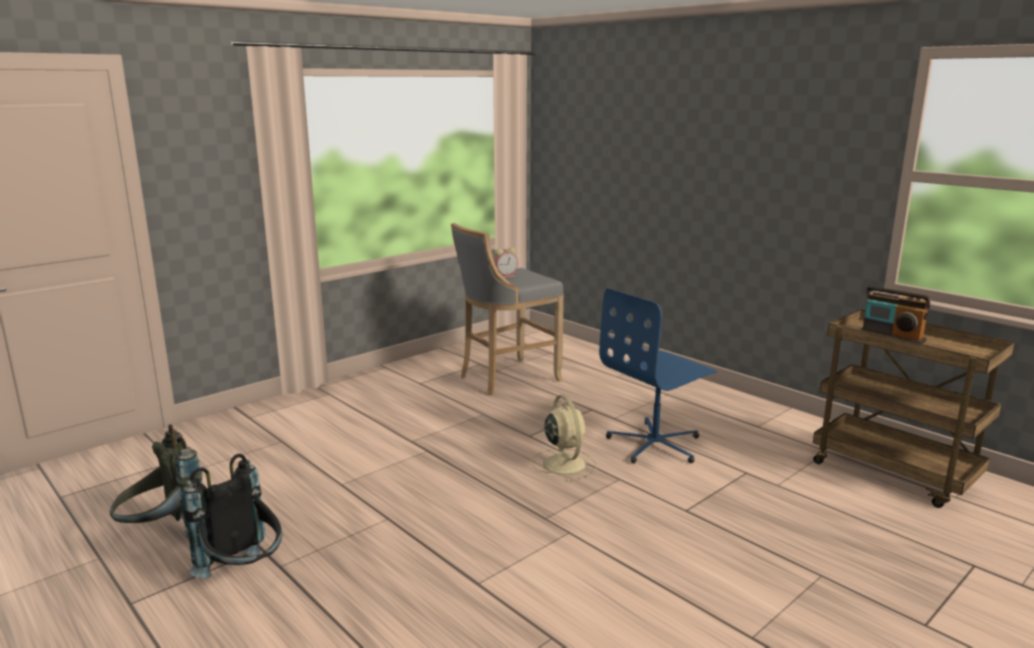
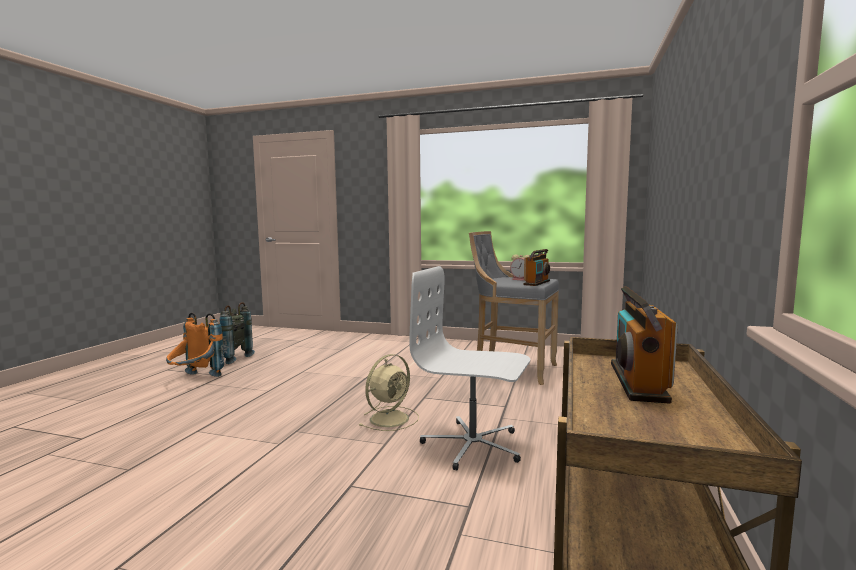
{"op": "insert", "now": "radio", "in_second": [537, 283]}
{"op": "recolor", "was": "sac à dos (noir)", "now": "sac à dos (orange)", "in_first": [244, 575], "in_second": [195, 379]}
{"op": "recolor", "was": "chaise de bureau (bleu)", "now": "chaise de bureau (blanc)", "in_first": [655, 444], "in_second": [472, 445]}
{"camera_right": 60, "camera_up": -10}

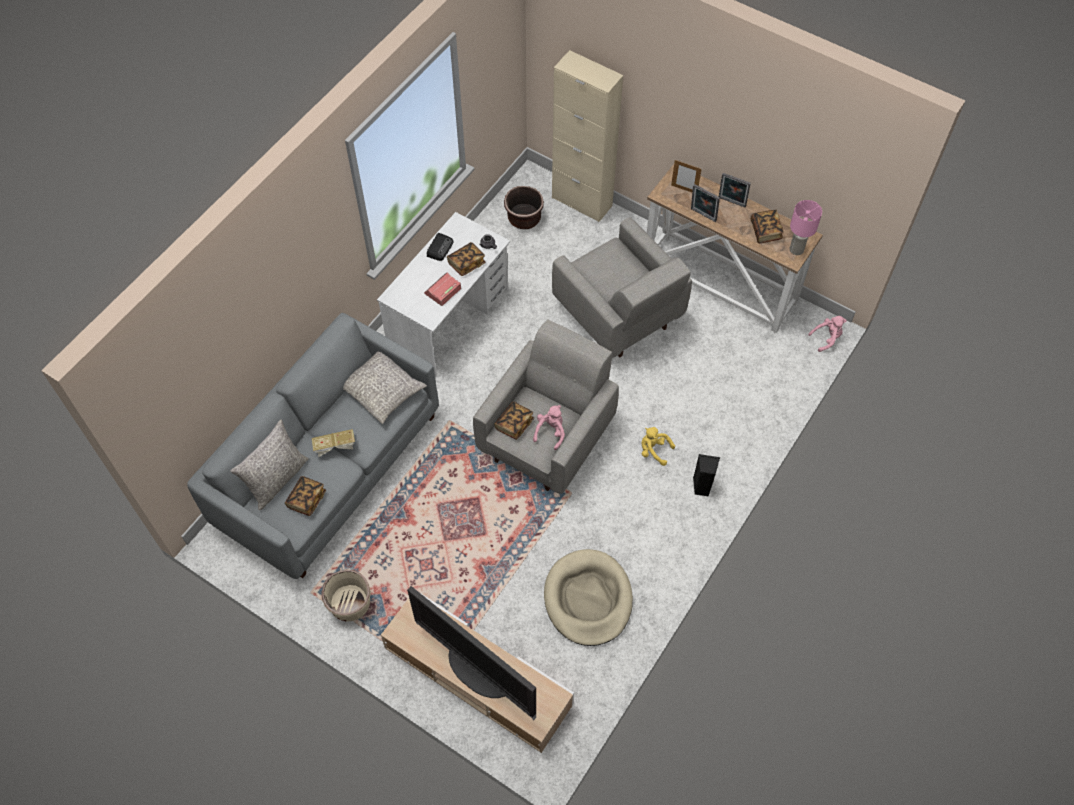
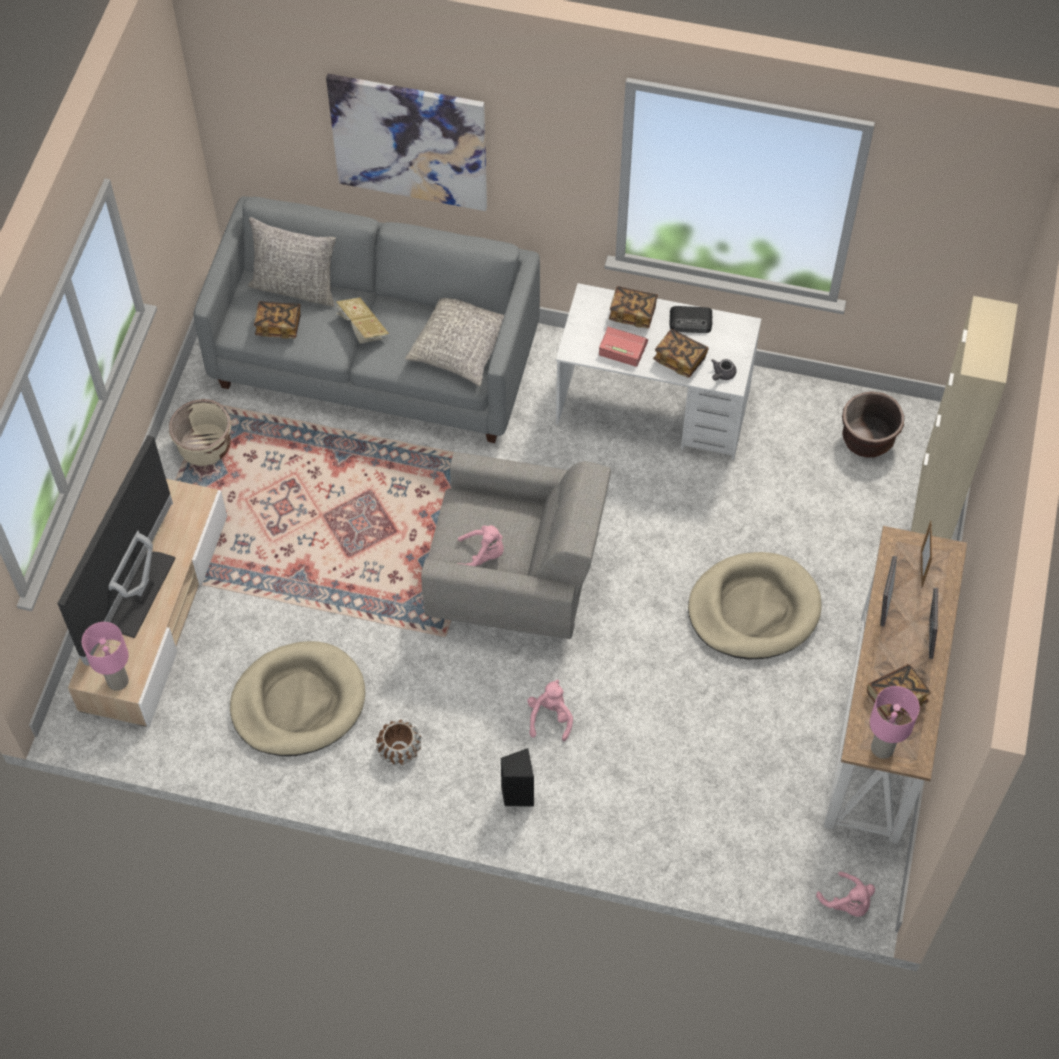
{"op": "insert", "now": "lampe de table (rose)", "in_second": [118, 681]}
{"op": "insert", "now": "tableau", "in_second": [409, 141]}
{"op": "insert", "now": "cache-pot (marron)", "in_second": [399, 749]}
{"op": "move", "was": "livre", "in_first": [514, 424], "in_second": [632, 313]}
{"op": "replace", "was": "fauteuil (gris)", "now": "panier pour chien (beige)", "in_first": [618, 316], "in_second": [753, 609]}
{"op": "recolor", "was": "peluche (jaune)", "now": "peluche (rose)", "in_first": [654, 450], "in_second": [550, 717]}
{"camera_right": 70, "camera_up": 0}

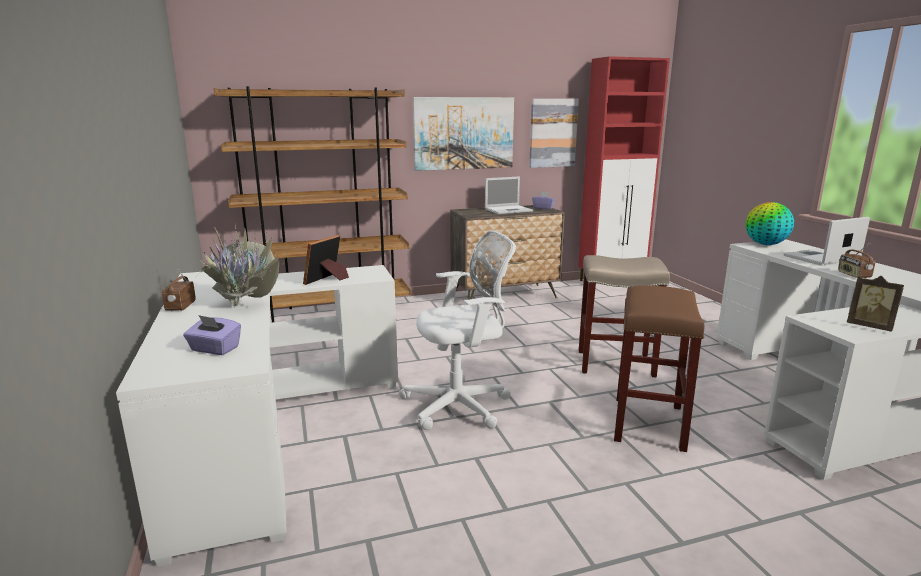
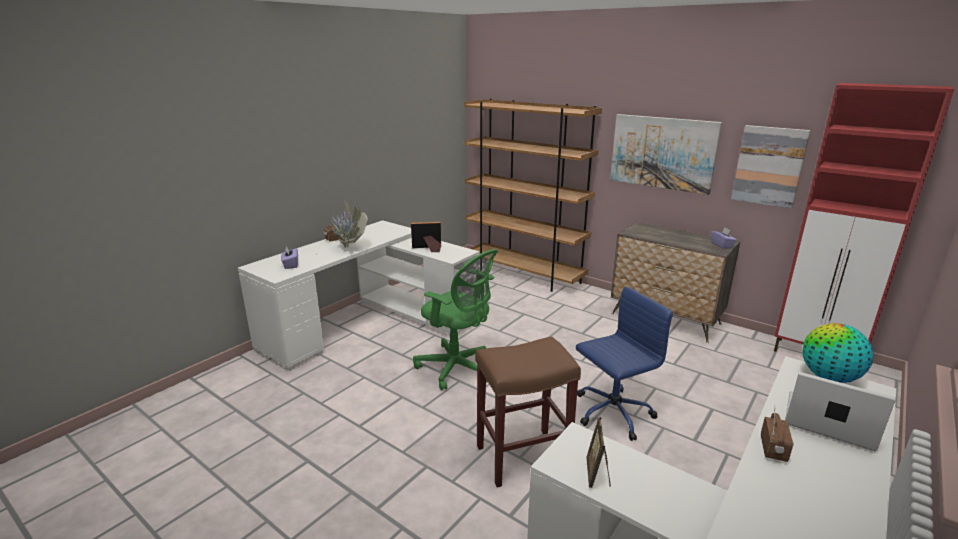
{"op": "delete", "was": "ordinateur portable", "in_first": [509, 210]}
{"op": "replace", "was": "tabouret (beige)", "now": "chaise de bureau (bleu)", "in_first": [616, 363], "in_second": [612, 413]}
{"op": "recolor", "was": "chaise de bureau (blanc)", "now": "chaise de bureau (vert)", "in_first": [461, 405], "in_second": [457, 368]}
{"op": "rotate", "was": "radio", "in_first": [853, 275], "in_second": [774, 449], "clockwise": 150}
{"camera_right": 55, "camera_up": 5}

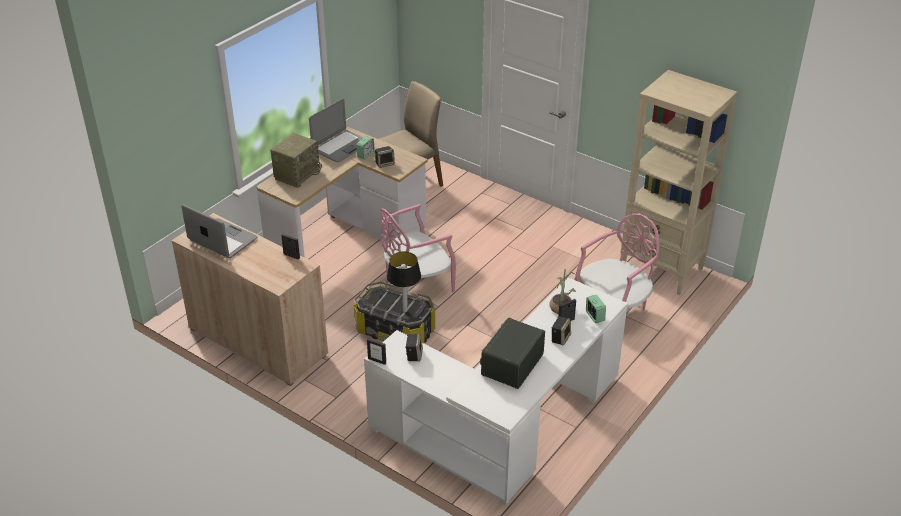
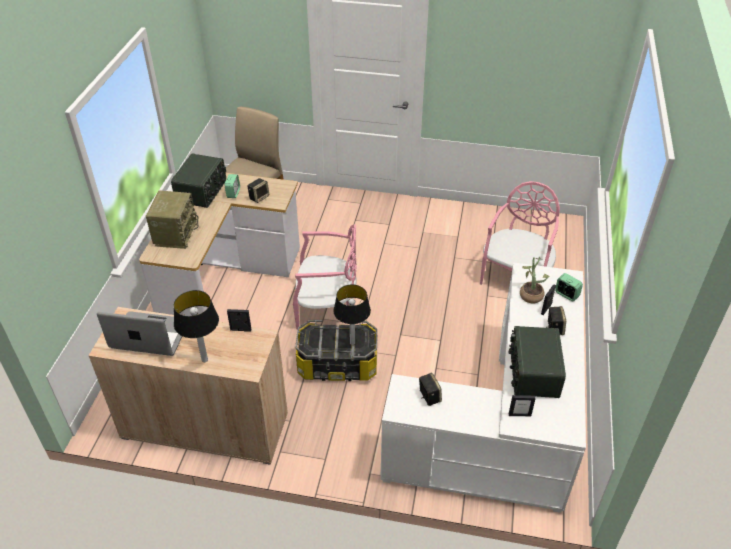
{"op": "delete", "was": "bibliothèque (beige)", "in_first": [662, 270]}
{"op": "insert", "now": "lampe de table", "in_second": [204, 360]}
{"op": "move", "was": "cadre photo", "in_first": [377, 360], "in_second": [519, 414]}
{"op": "replace", "was": "ordinateur portable", "now": "radio", "in_first": [341, 146], "in_second": [202, 191]}
{"op": "rotate", "was": "chaise (rose)", "in_first": [416, 284], "in_second": [326, 308], "clockwise": -120}
{"camera_right": -25, "camera_up": 5}

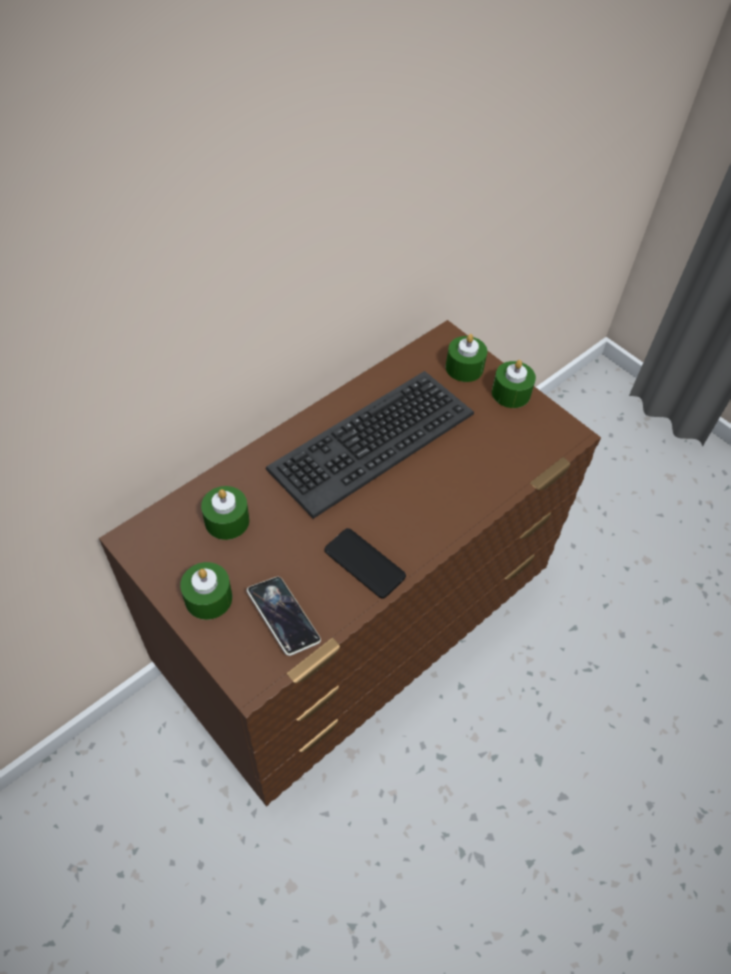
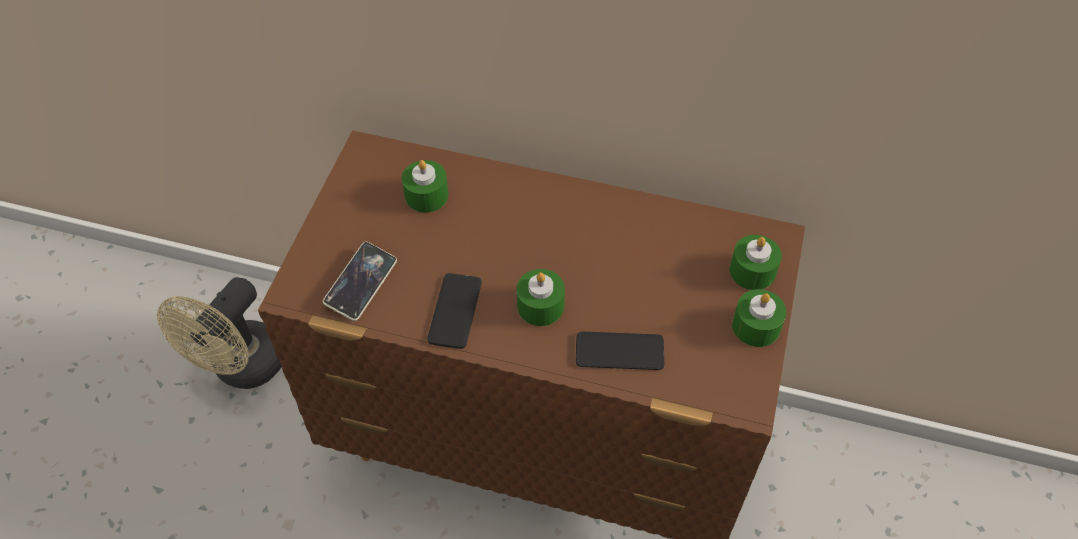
{"op": "delete", "was": "clavier", "in_first": [371, 440]}
{"op": "insert", "now": "ventilateur (beige)", "in_second": [242, 369]}
{"op": "insert", "now": "téléphone", "in_second": [619, 351]}
{"op": "move", "was": "bougie (vert)", "in_first": [208, 598], "in_second": [540, 306]}
{"camera_right": 60, "camera_up": 0}

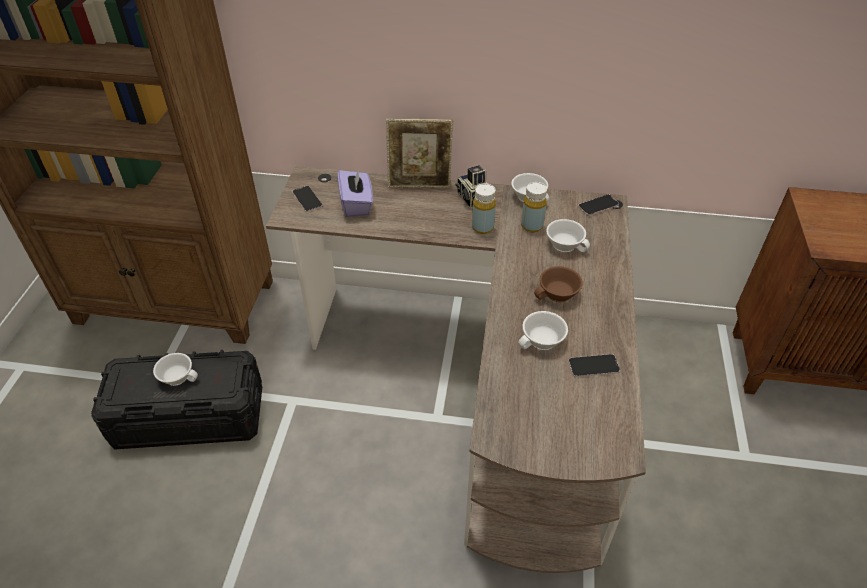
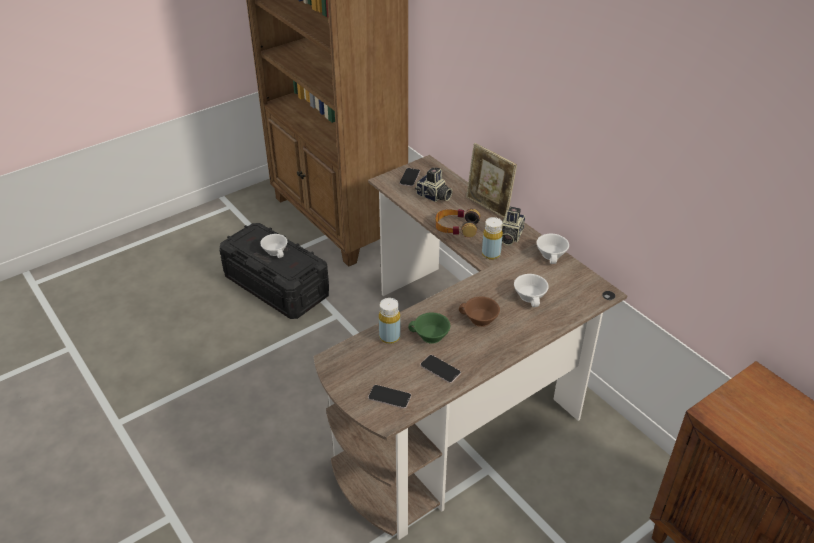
{"op": "insert", "now": "casque audio", "in_second": [456, 227]}
{"op": "move", "was": "bouteille (jaune)", "in_first": [531, 226], "in_second": [389, 337]}
{"op": "move", "was": "téléphone", "in_first": [598, 205], "in_second": [389, 397]}
{"op": "replace", "was": "boîte à mouchoirs (violet)", "now": "appareil photo", "in_first": [356, 204], "in_second": [433, 196]}
{"op": "recolor", "was": "tasse (blanc)", "now": "tasse (vert)", "in_first": [542, 342], "in_second": [430, 336]}
{"camera_right": 45, "camera_up": -5}

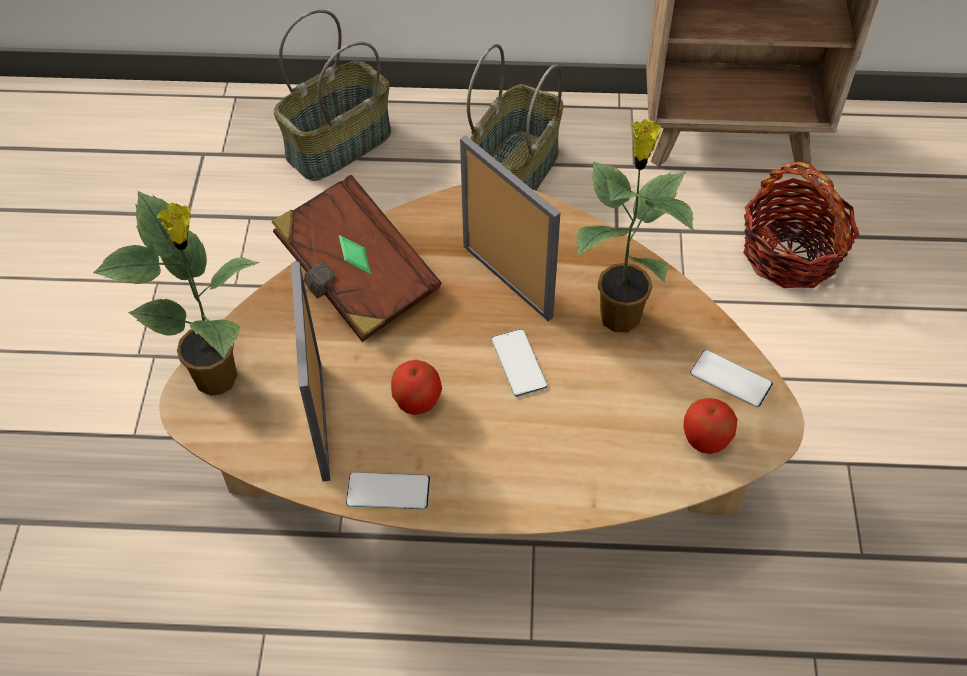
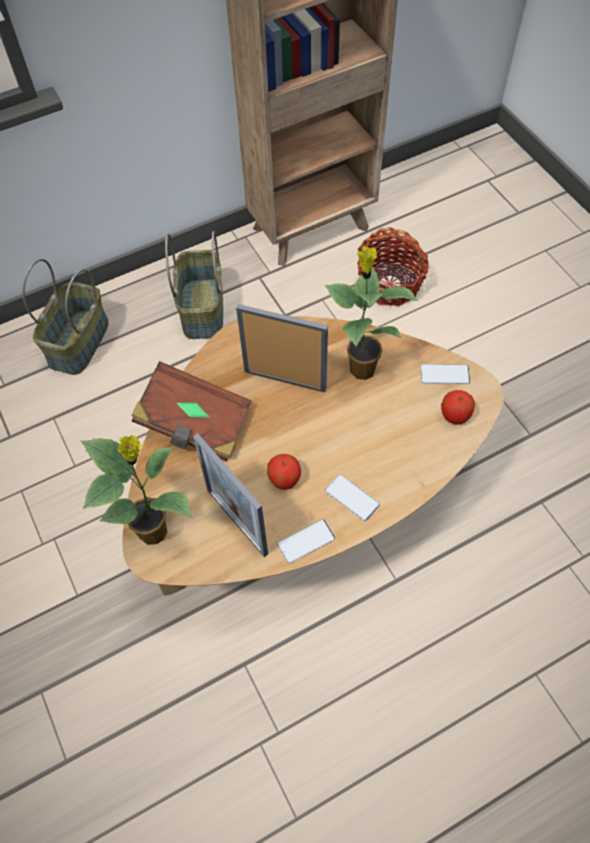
{"op": "move", "was": "téléphone", "in_first": [519, 363], "in_second": [352, 498]}
{"camera_right": -30, "camera_up": 5}

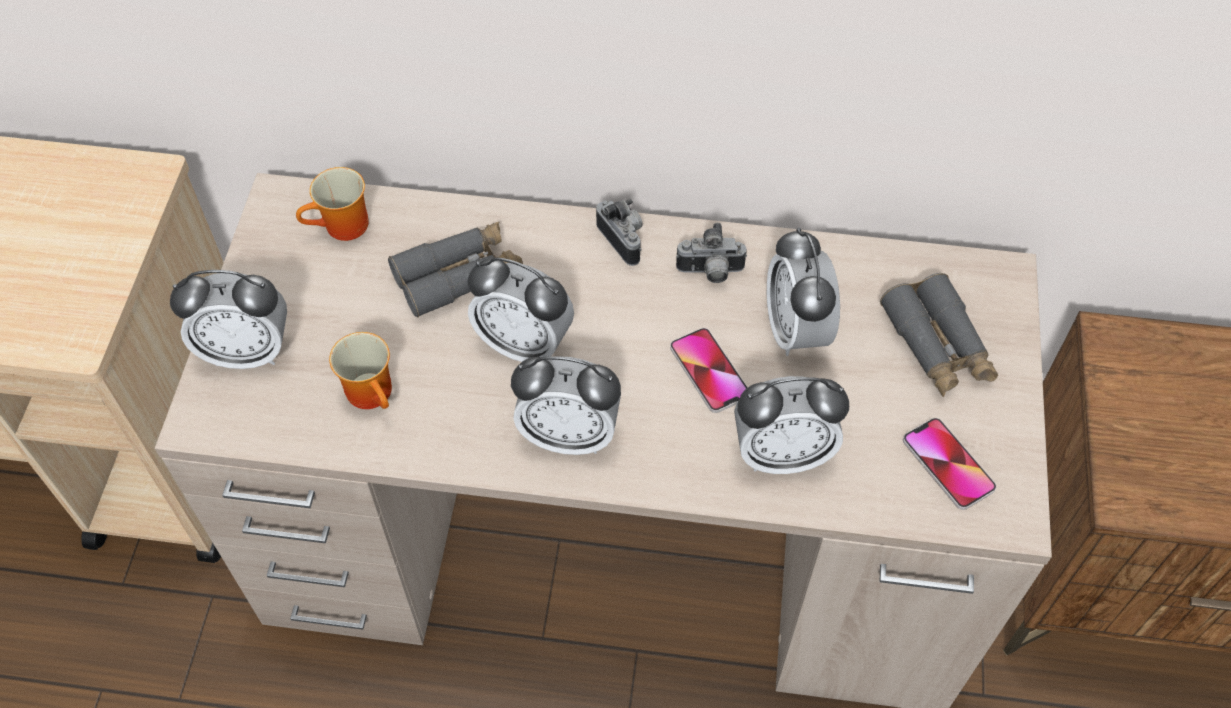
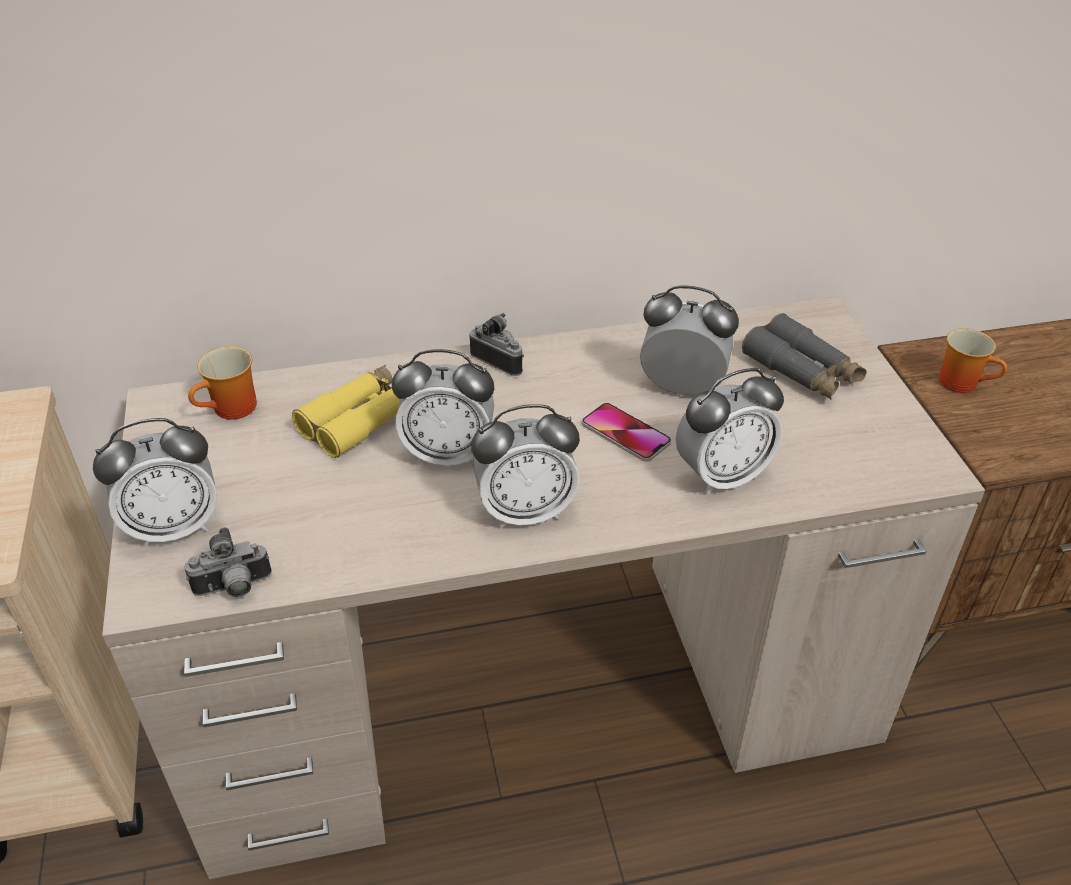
{"op": "delete", "was": "téléphone", "in_first": [948, 464]}
{"op": "move", "was": "mug", "in_first": [375, 392], "in_second": [963, 382]}
{"op": "move", "was": "appareil photo", "in_first": [710, 273], "in_second": [234, 588]}
{"op": "recolor", "was": "jumelles (gris)", "now": "jumelles (jaune)", "in_first": [458, 275], "in_second": [361, 419]}
{"op": "rotate", "was": "réveil", "in_first": [795, 330], "in_second": [682, 388], "clockwise": 135}
{"camera_right": -20, "camera_up": -15}

